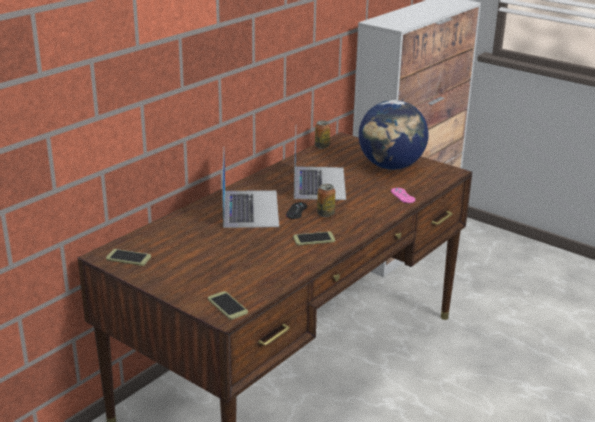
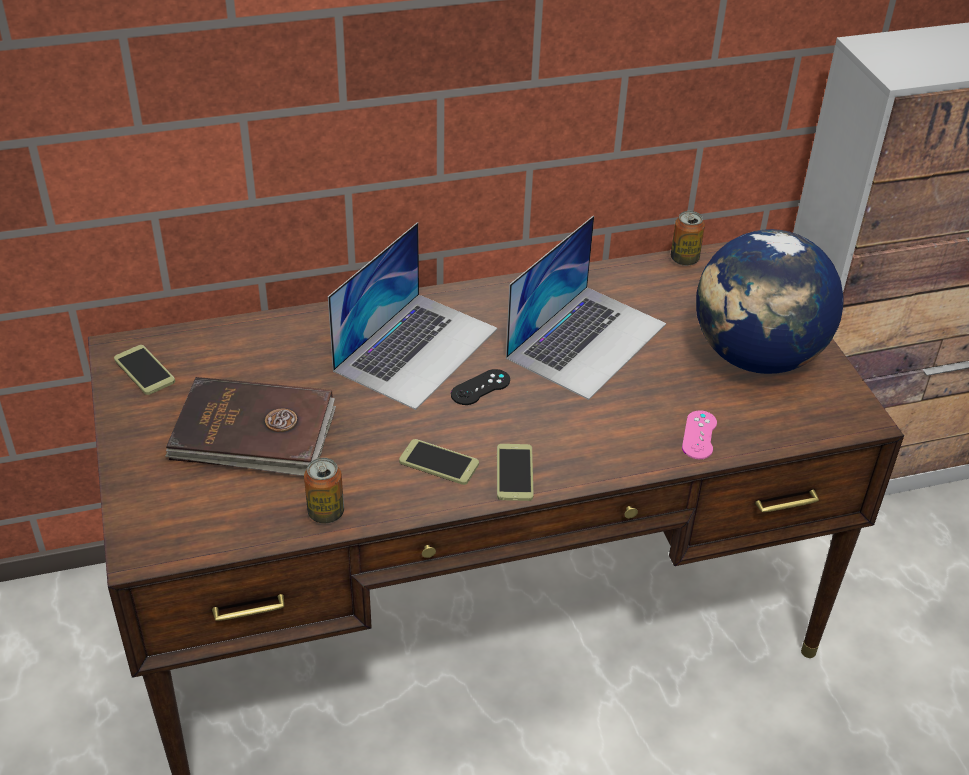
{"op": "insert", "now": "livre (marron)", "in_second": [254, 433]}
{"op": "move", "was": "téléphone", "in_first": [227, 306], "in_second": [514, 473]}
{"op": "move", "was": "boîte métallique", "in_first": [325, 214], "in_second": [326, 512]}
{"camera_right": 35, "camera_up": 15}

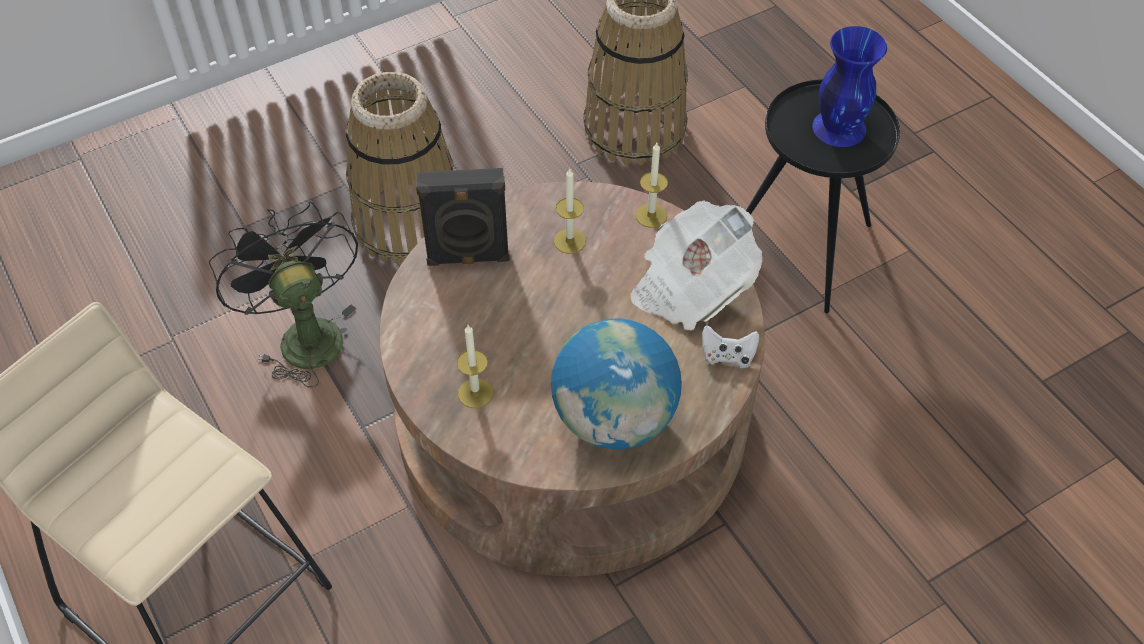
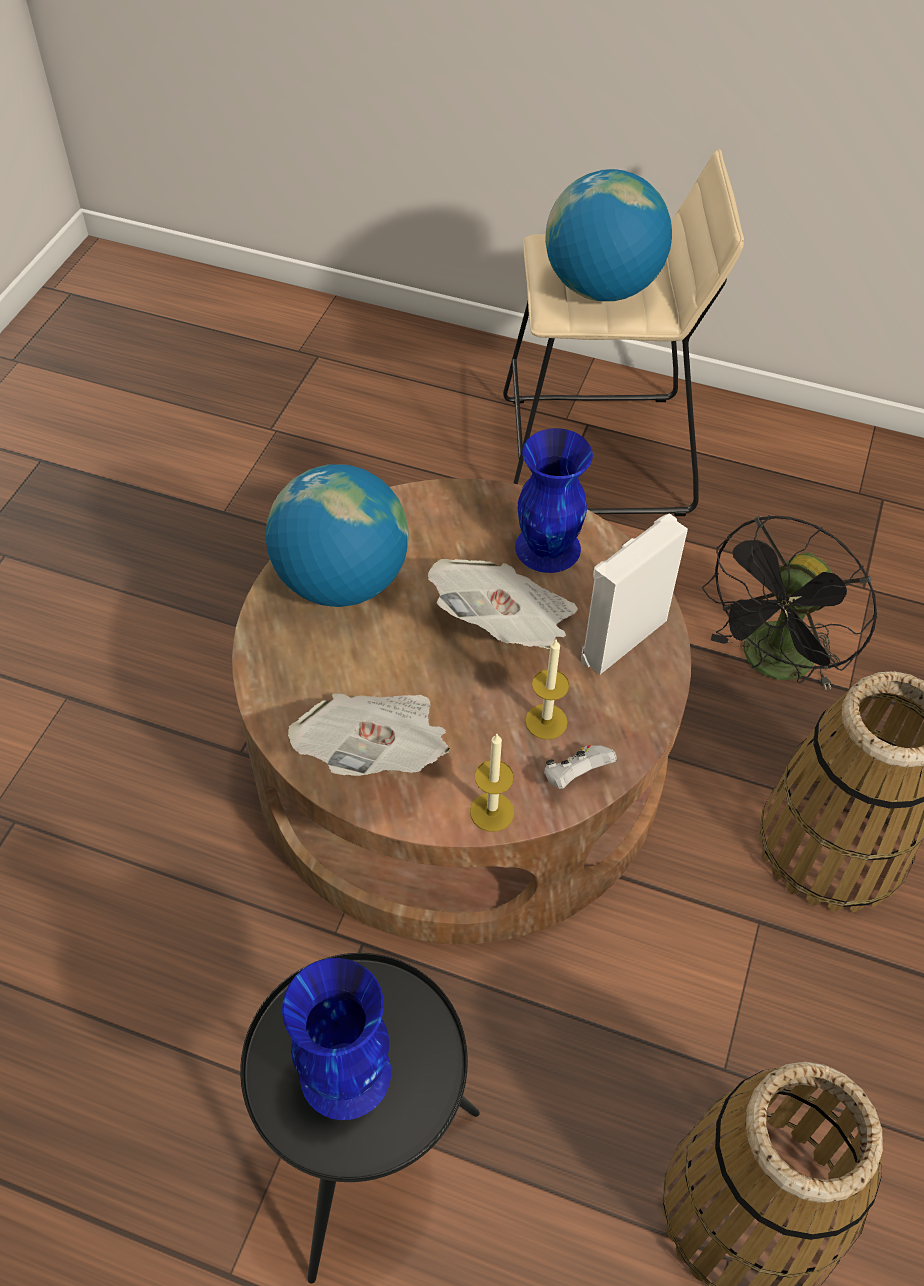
{"op": "delete", "was": "bougie", "in_first": [475, 393]}
{"op": "insert", "now": "journal", "in_second": [505, 626]}
{"op": "insert", "now": "vase (bleu)", "in_second": [549, 547]}
{"op": "insert", "now": "globe", "in_second": [601, 288]}
{"op": "move", "was": "manette (blanc)", "in_first": [727, 356], "in_second": [575, 776]}
{"op": "recolor", "was": "enceinte (noir)", "now": "enceinte (blanc)", "in_first": [468, 258], "in_second": [621, 638]}
{"op": "rotate", "was": "ventilateur (noir)", "in_first": [304, 334], "in_second": [772, 665], "clockwise": 105}
{"camera_right": 140, "camera_up": 0}

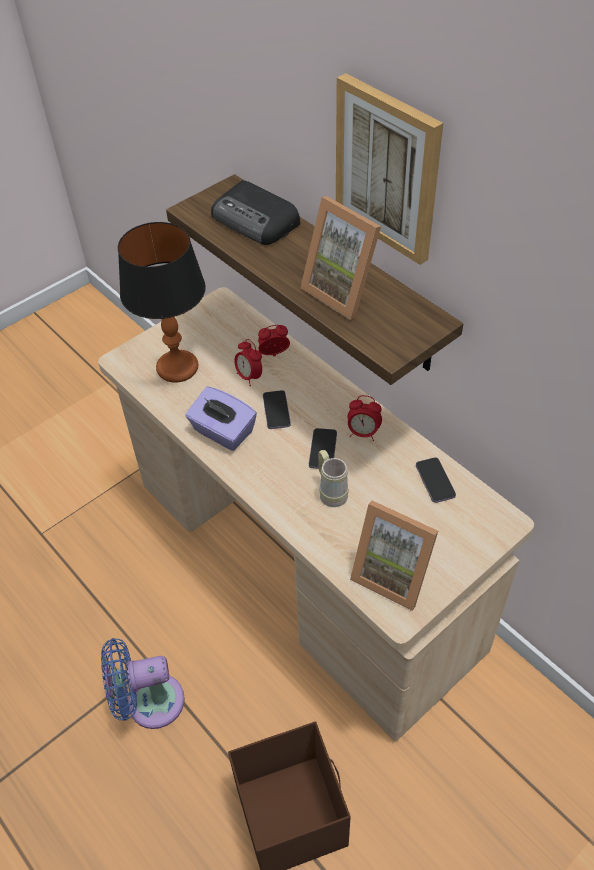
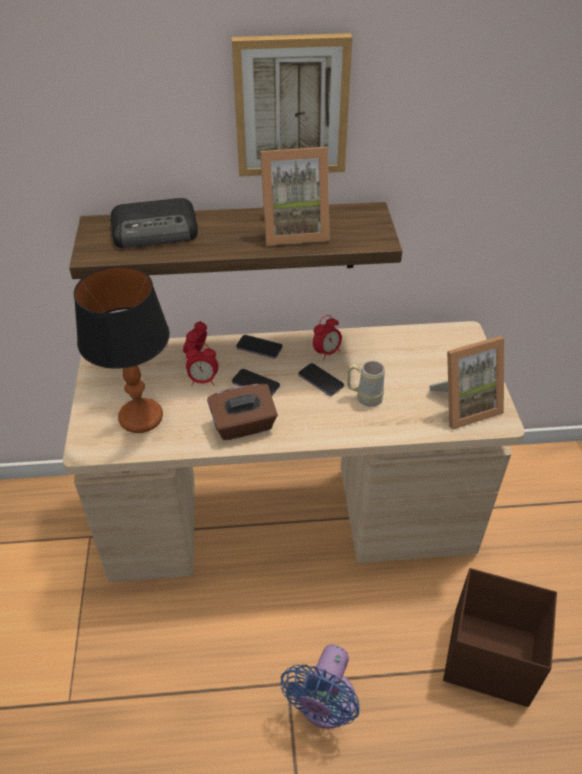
{"op": "move", "was": "téléphone", "in_first": [435, 481], "in_second": [259, 348]}
{"op": "recolor", "was": "boîte à mouchoirs (violet)", "now": "boîte à mouchoirs (marron)", "in_first": [223, 432], "in_second": [243, 426]}
{"camera_right": -55, "camera_up": -5}

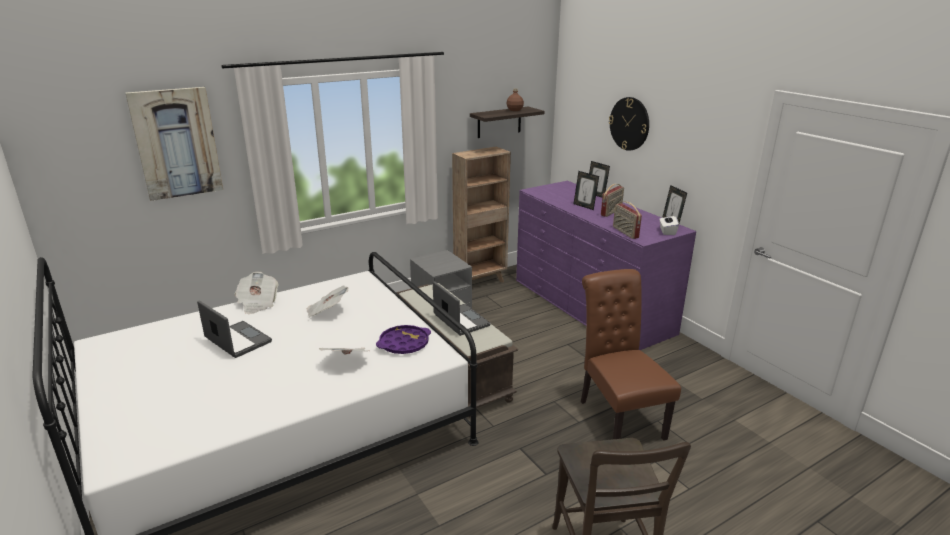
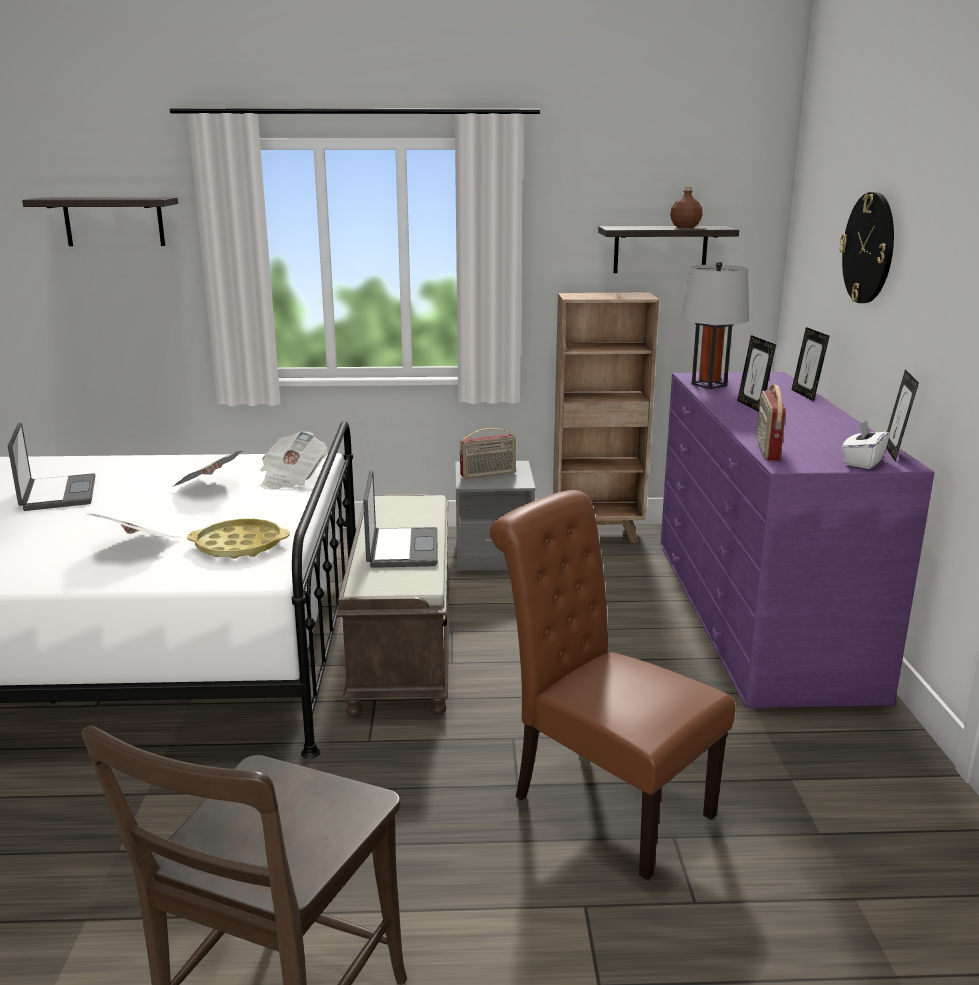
{"op": "insert", "now": "lampe de table (gris)", "in_second": [709, 385]}
{"op": "move", "was": "journal", "in_first": [258, 303], "in_second": [292, 479]}
{"op": "move", "was": "radio", "in_first": [611, 212], "in_second": [488, 475]}
{"op": "replace", "was": "tableau", "now": "étagère", "in_first": [176, 143], "in_second": [114, 221]}
{"op": "recolor", "was": "plateau (violet)", "now": "plateau (jaune)", "in_first": [404, 344], "in_second": [239, 546]}
{"op": "rotate", "was": "chaise (marron)", "in_first": [617, 416], "in_second": [602, 801], "clockwise": -60}
{"camera_right": 30, "camera_up": -5}

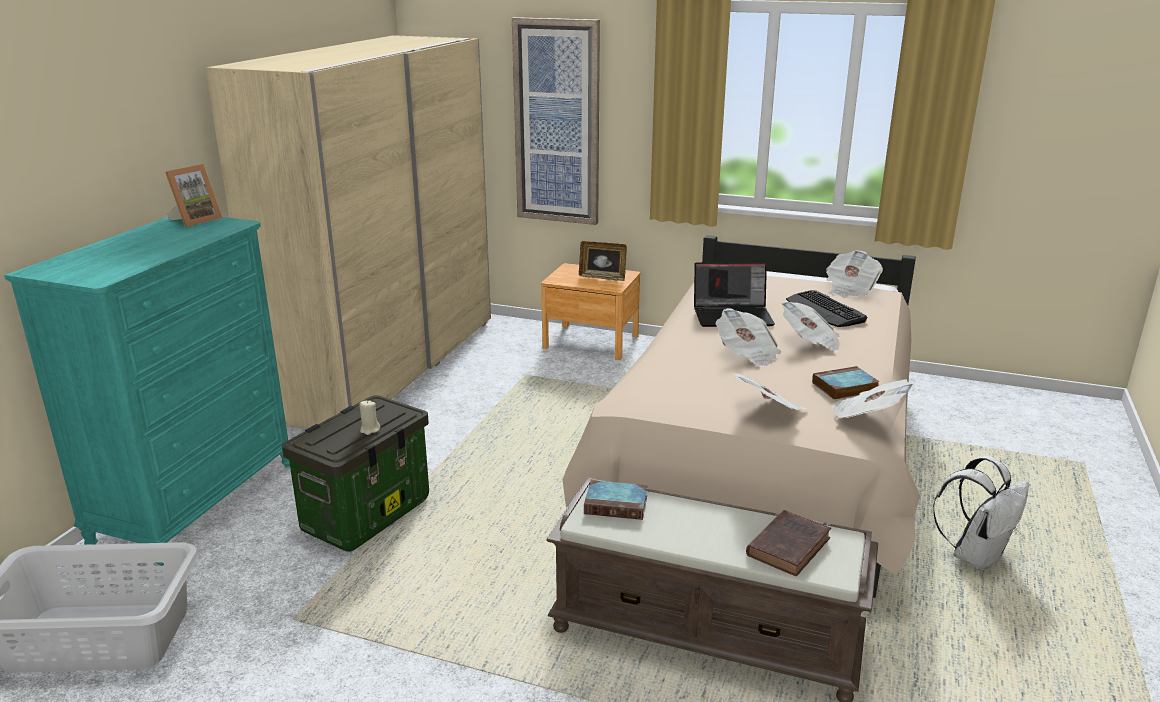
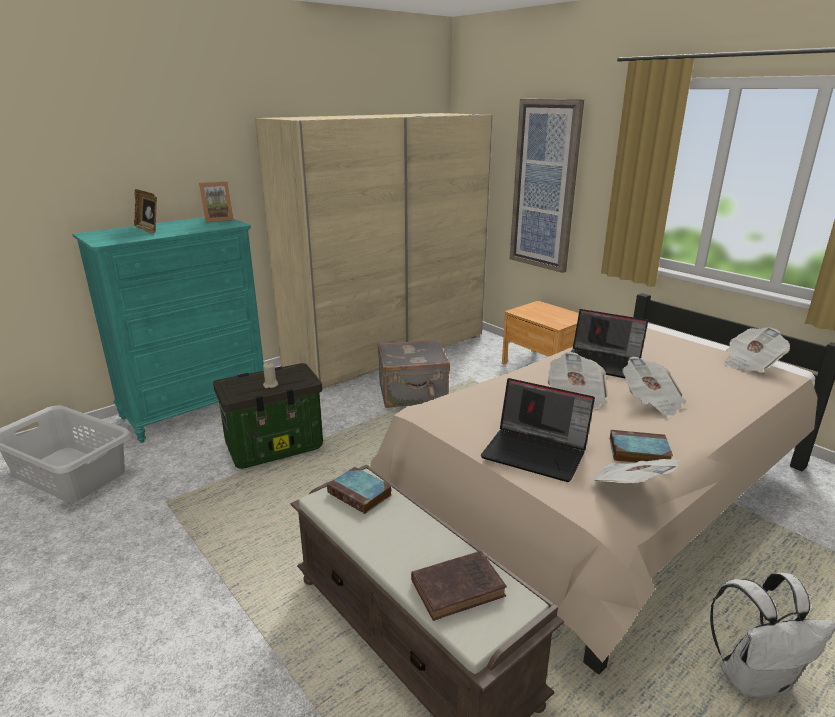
{"op": "delete", "was": "clavier", "in_first": [825, 310]}
{"op": "insert", "now": "valise (gris)", "in_second": [413, 394]}
{"op": "move", "was": "cadre photo", "in_first": [602, 277], "in_second": [149, 230]}
{"op": "replace", "was": "journal", "now": "ordinateur portable", "in_first": [768, 411], "in_second": [536, 452]}
{"camera_right": 30, "camera_up": 0}

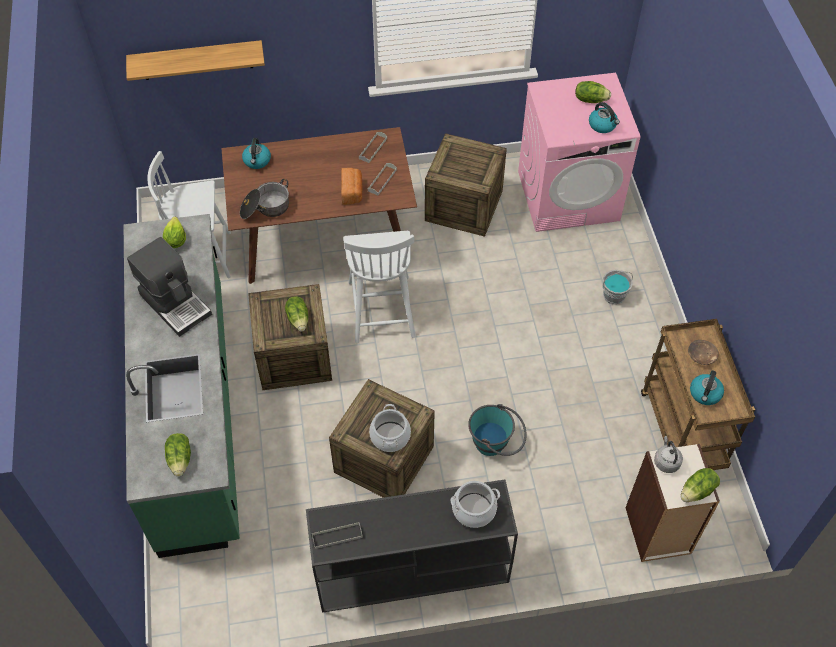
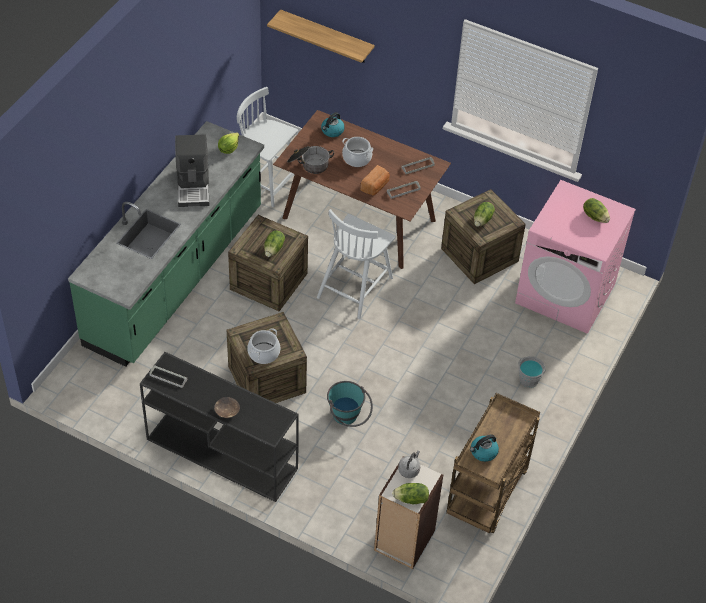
{"op": "delete", "was": "bouilloire", "in_first": [603, 125]}
{"op": "move", "was": "laitue", "in_first": [180, 459], "in_second": [483, 220]}
{"op": "move", "was": "marmite", "in_first": [474, 510], "in_second": [357, 158]}
{"op": "move", "was": "bol (marron)", "in_first": [701, 356], "in_second": [227, 411]}
{"camera_right": 35, "camera_up": -5}

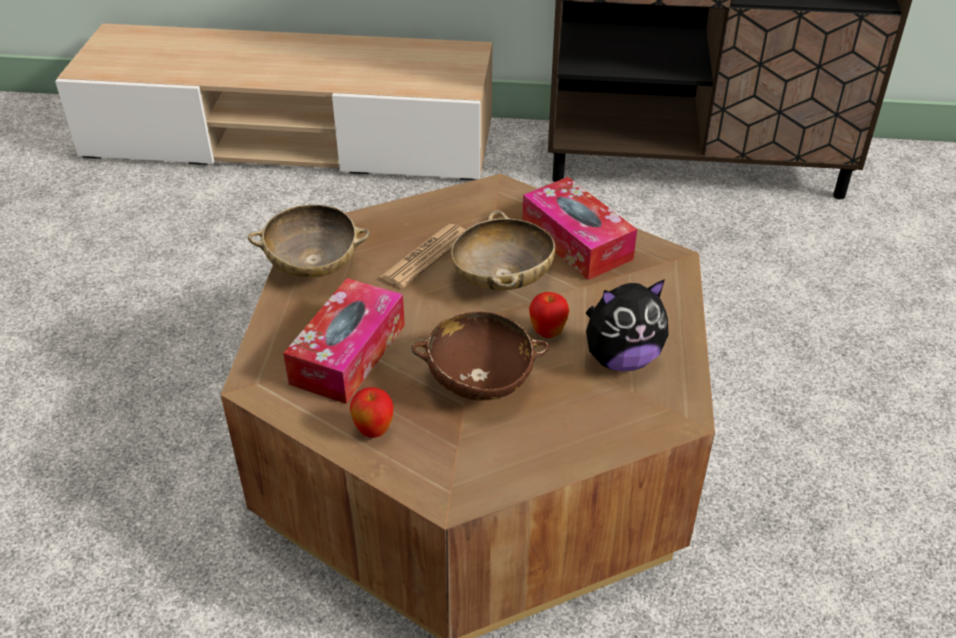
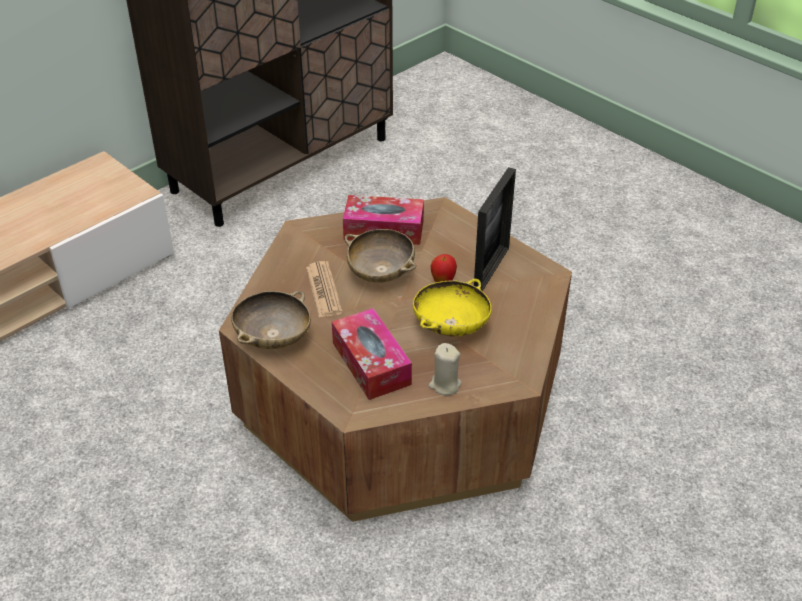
{"op": "replace", "was": "pomme", "now": "bougie (beige)", "in_first": [374, 431], "in_second": [444, 385]}
{"op": "replace", "was": "peluche", "now": "cadre photo", "in_first": [621, 359], "in_second": [491, 269]}
{"op": "recolor", "was": "bol (marron)", "now": "bol (jaune)", "in_first": [479, 380], "in_second": [450, 326]}
{"camera_right": -50, "camera_up": 0}

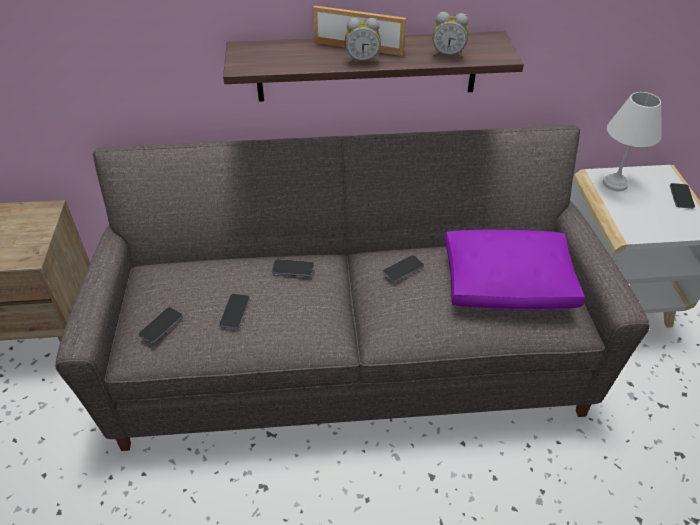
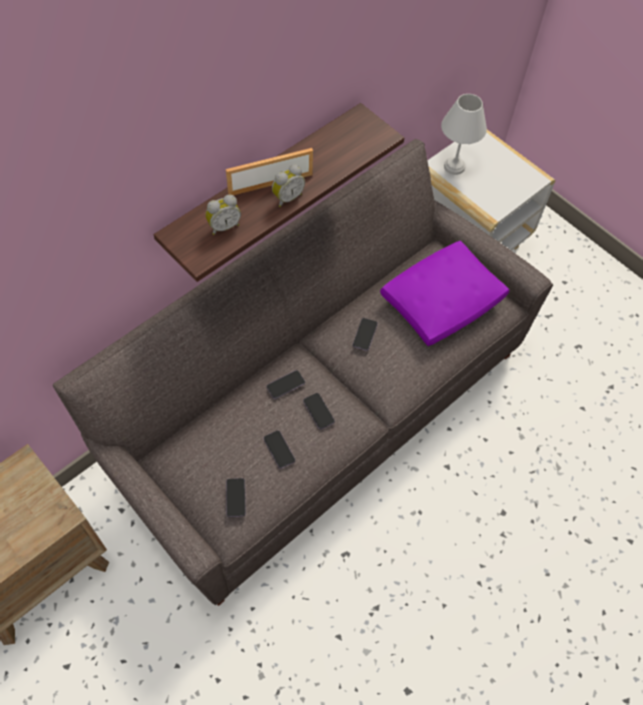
{"op": "move", "was": "réveil", "in_first": [448, 55], "in_second": [223, 226]}
{"op": "move", "was": "téléphone", "in_first": [681, 197], "in_second": [318, 411]}
{"camera_right": -40, "camera_up": 15}

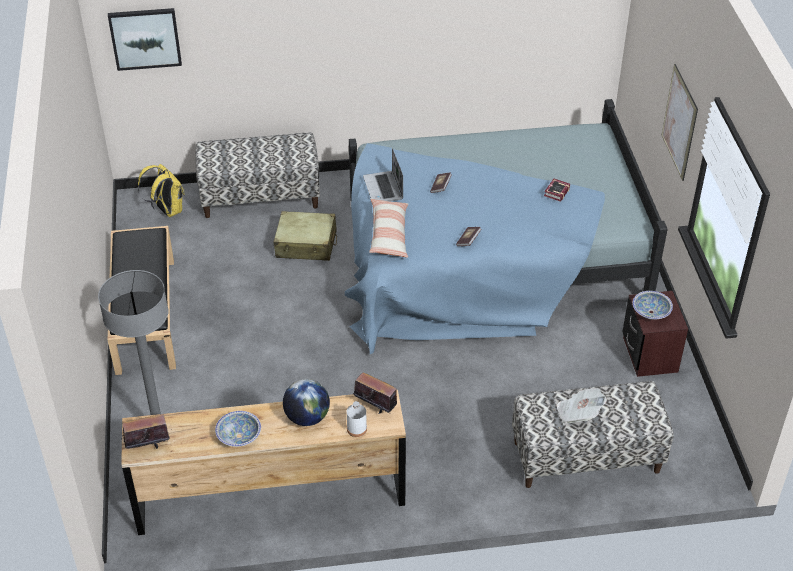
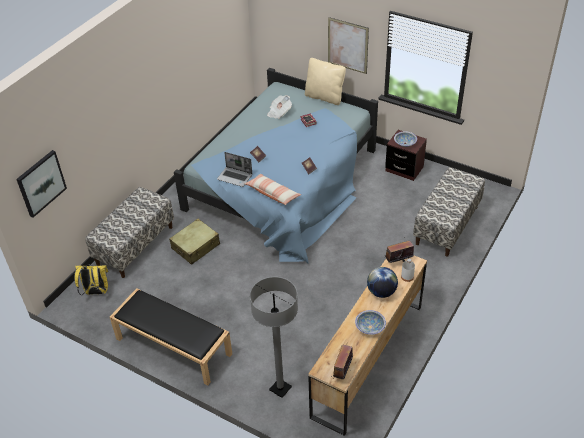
{"op": "insert", "now": "coussin (beige)", "in_second": [324, 97]}
{"op": "move", "was": "journal", "in_first": [578, 413], "in_second": [279, 112]}
{"camera_right": -50, "camera_up": 0}

